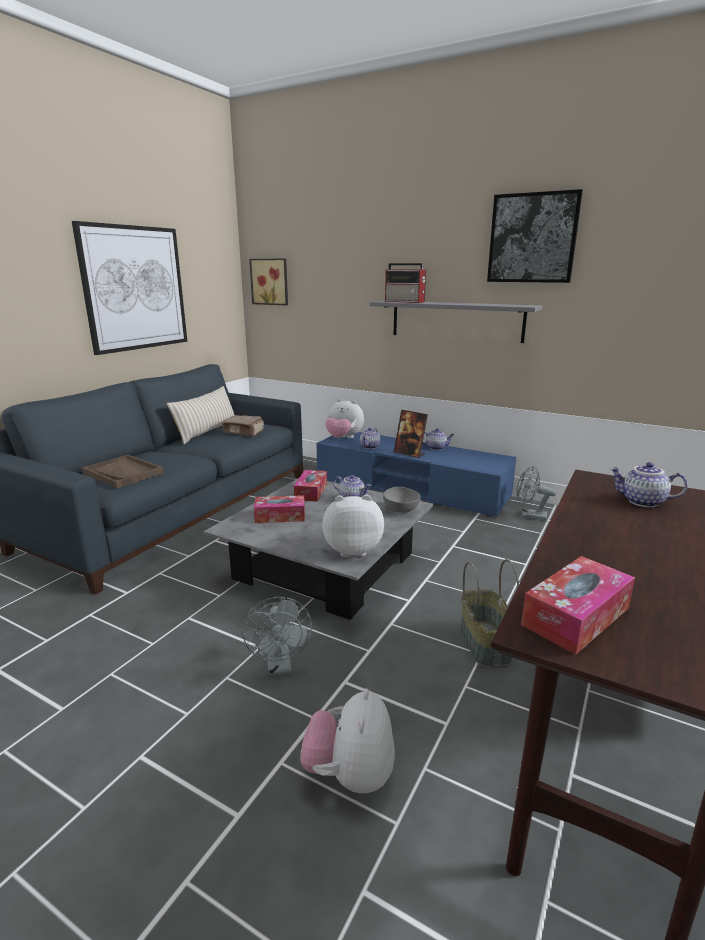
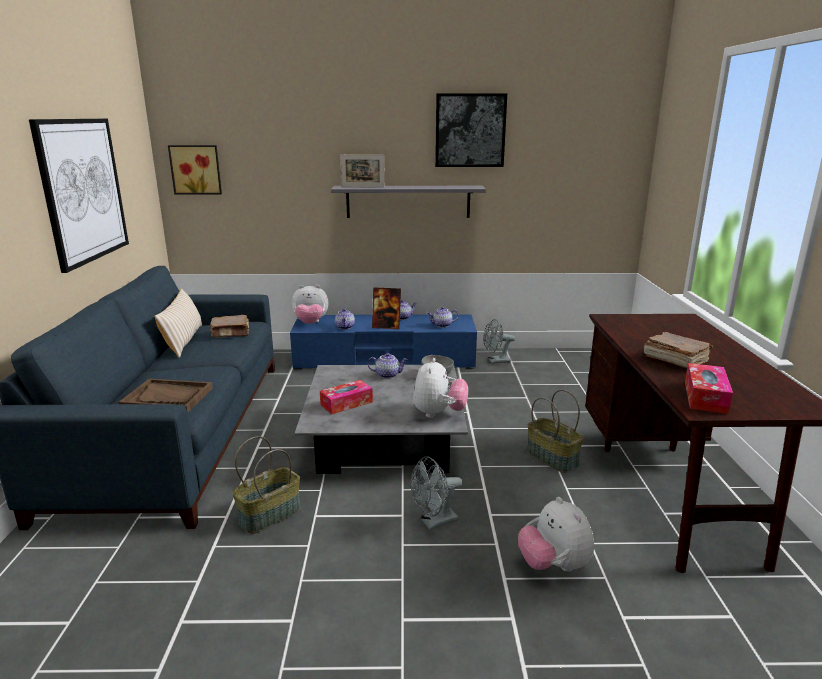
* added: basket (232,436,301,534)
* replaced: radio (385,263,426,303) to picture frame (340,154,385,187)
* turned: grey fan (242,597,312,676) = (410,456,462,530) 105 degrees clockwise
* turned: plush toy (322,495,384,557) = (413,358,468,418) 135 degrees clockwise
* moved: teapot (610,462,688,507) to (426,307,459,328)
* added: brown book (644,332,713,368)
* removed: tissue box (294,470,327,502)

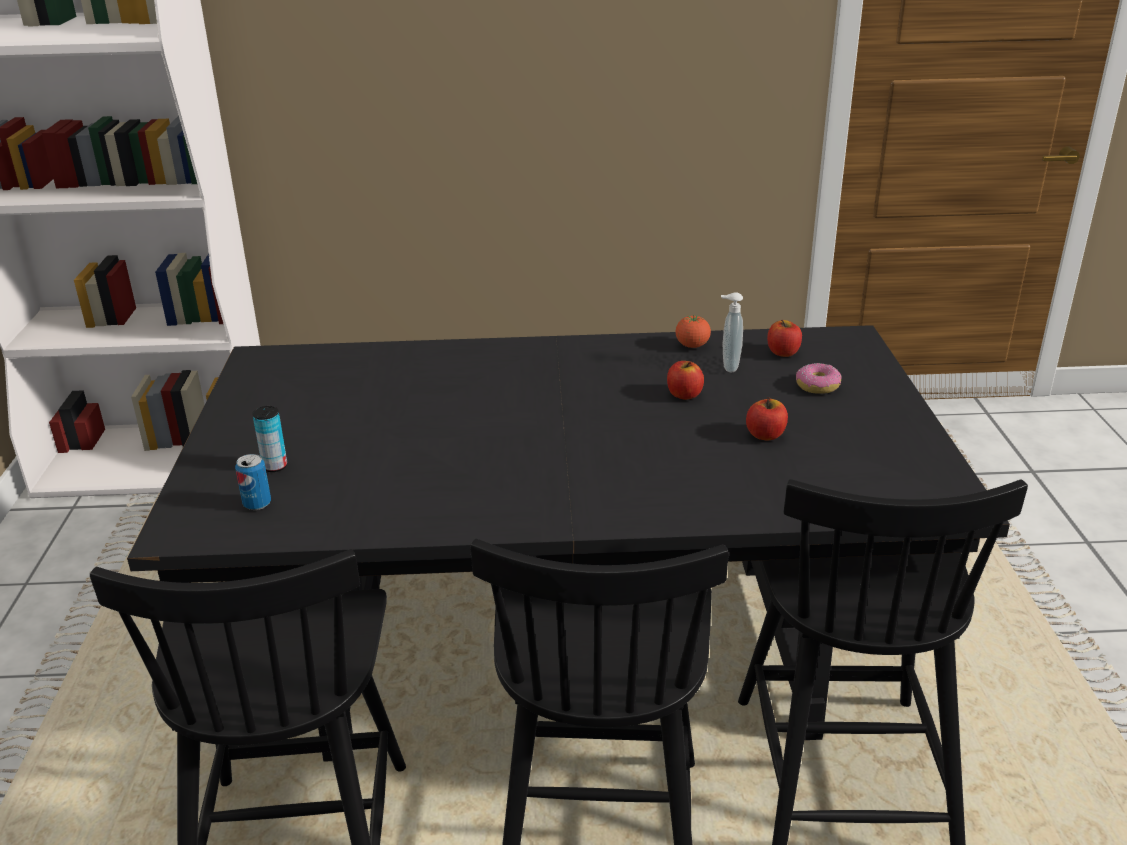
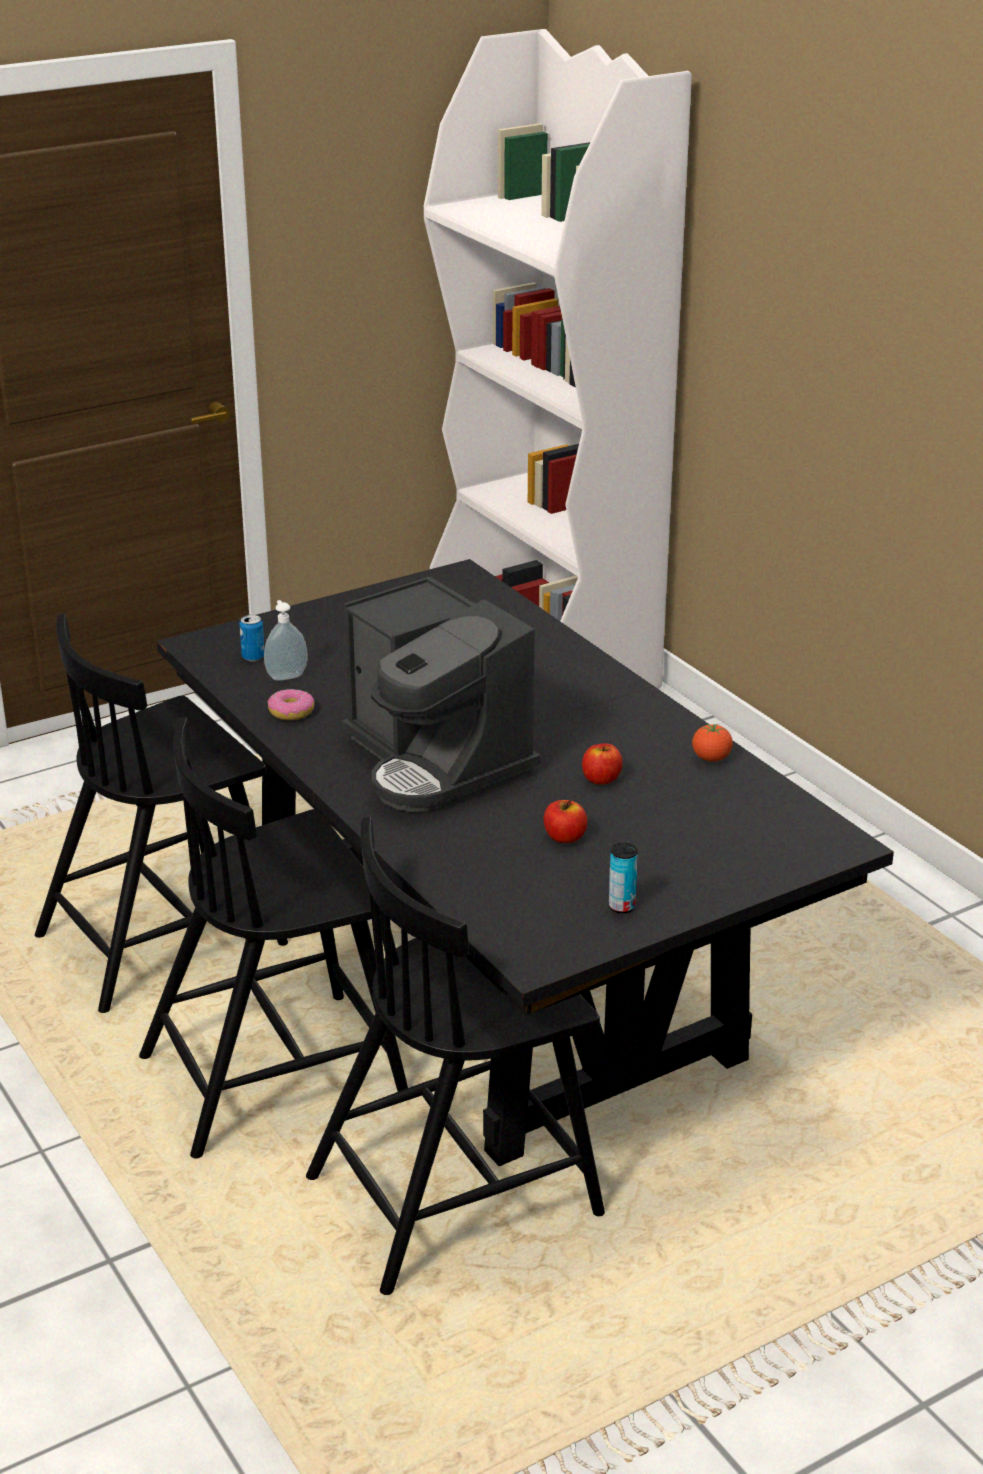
* moved: soap dispenser (721,292,743,372) to (264,600,308,680)
* moved: donut (796,363,842,394) to (268,689,315,720)
* added: coffee machine (342,577,541,812)
* moved: can (252,406,287,472) to (609,843,638,913)
* removed: apple (767,320,802,357)

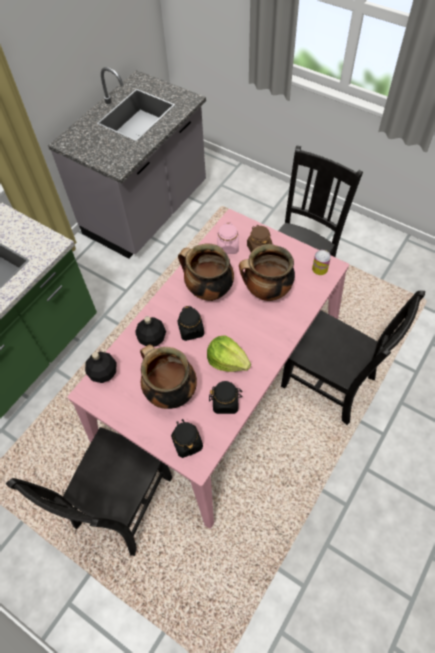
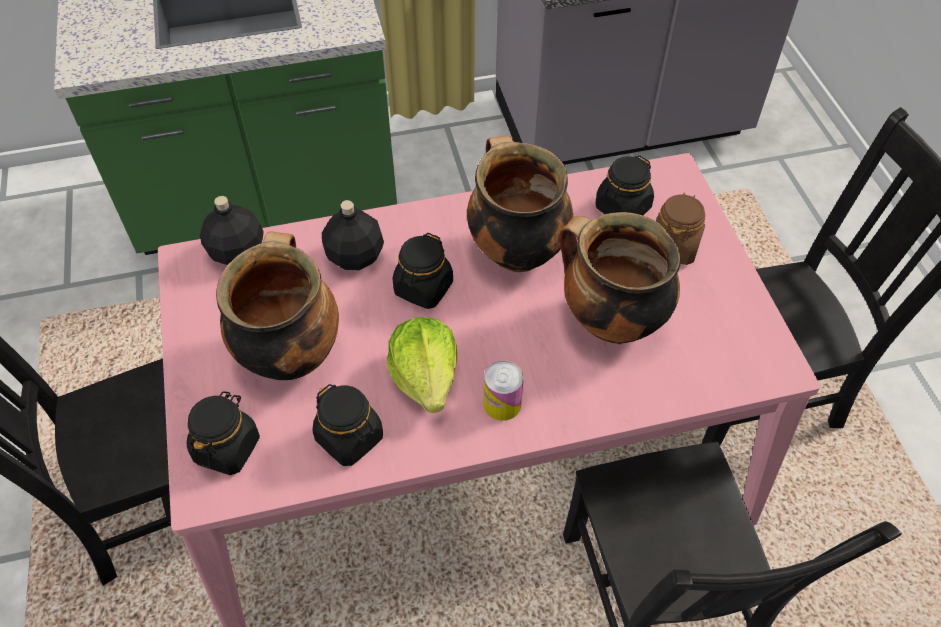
* moved: can (312,250,331,275) to (484,360,524,421)
* recoloured: pink jar (217,222,239,254) to black jar (595,155,654,215)

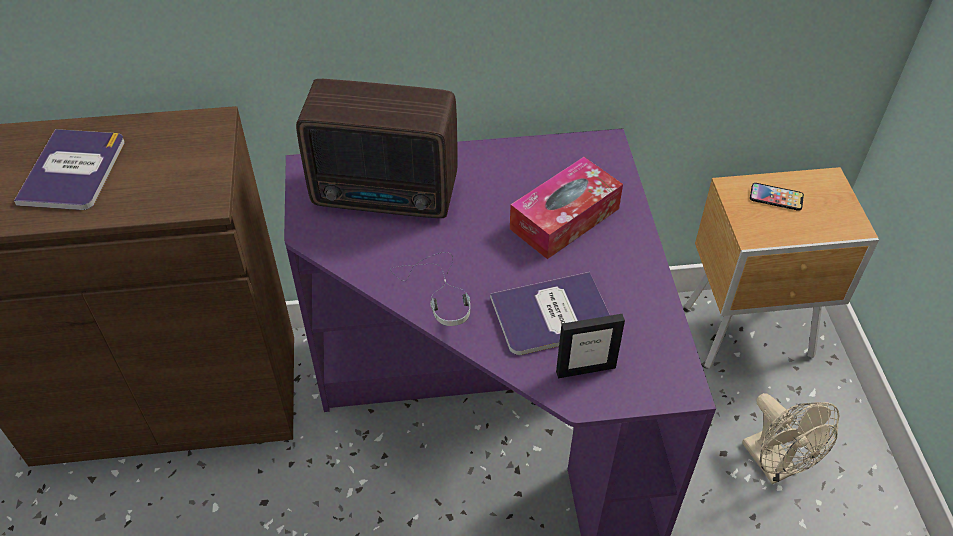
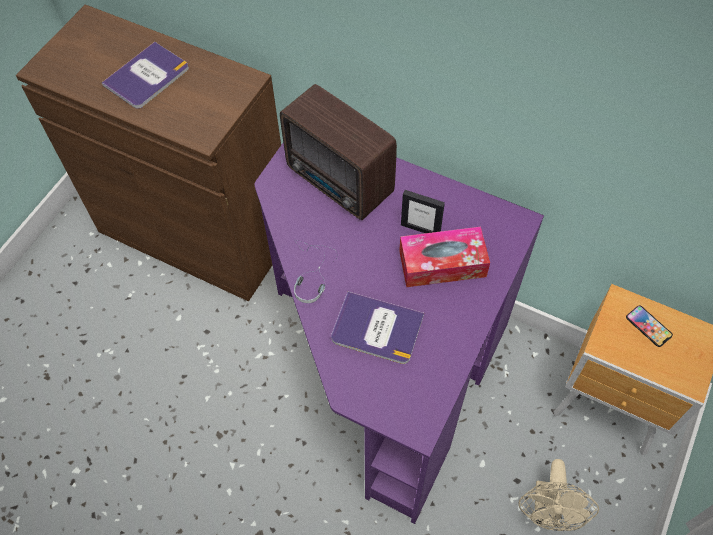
* moved: picture frame (556,314,625,378) to (401,190,445,233)

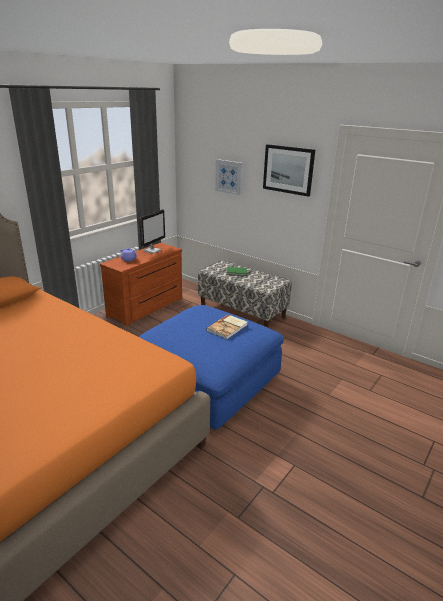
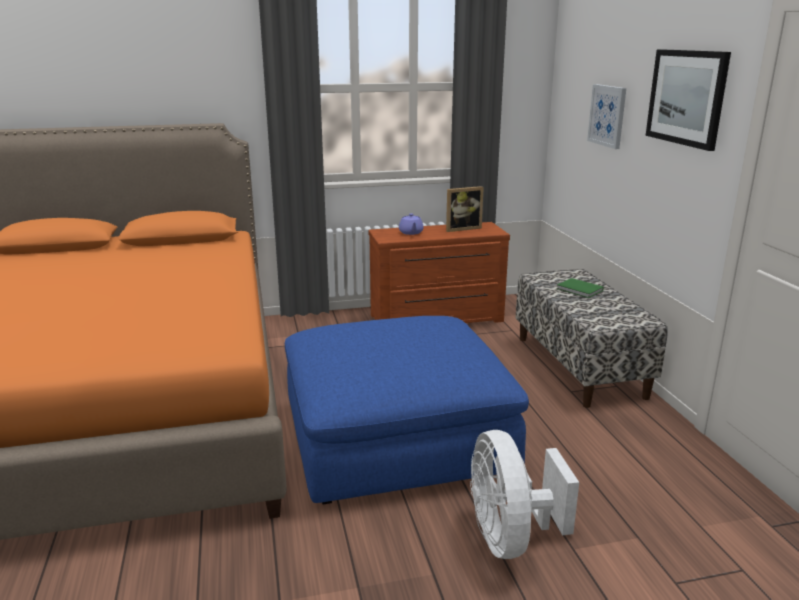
* replaced: monitor (139,209,165,254) to picture frame (446,186,484,232)
* added: white fan (470,430,579,559)
* removed: book (206,315,247,339)

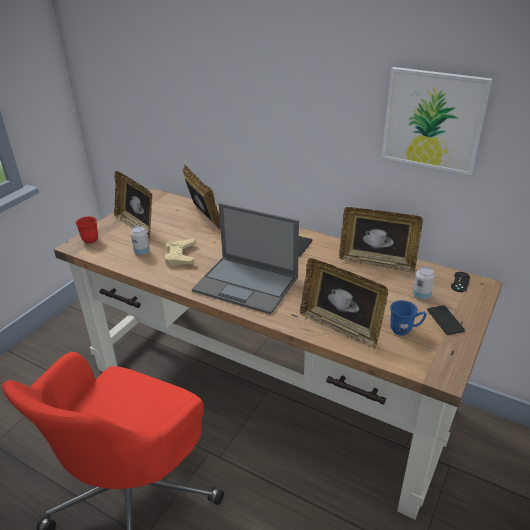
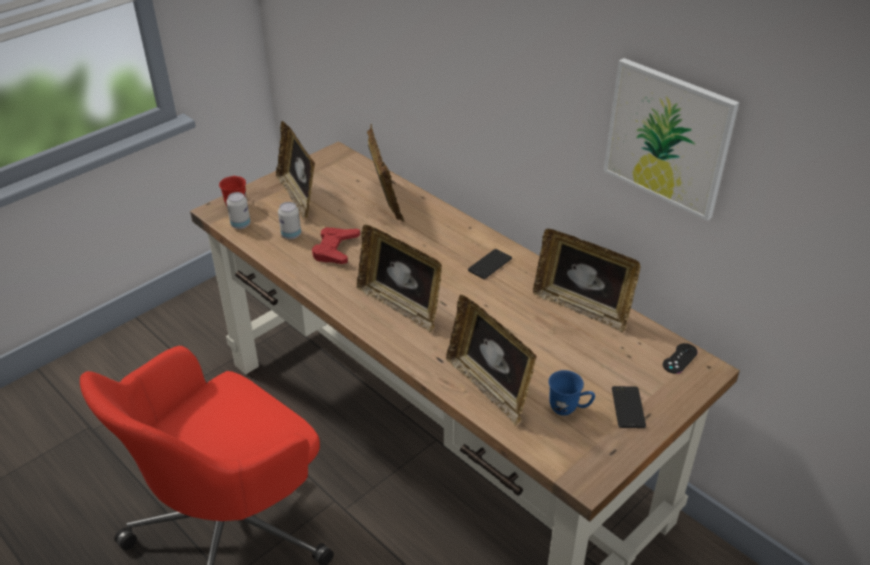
* moved: can (413,267,435,300) to (226,192,251,229)
* recoloured: beige game controller (164,239,196,266) to red game controller (312,227,360,264)
* replaced: laptop (192,203,299,314) to picture frame (357,225,442,333)

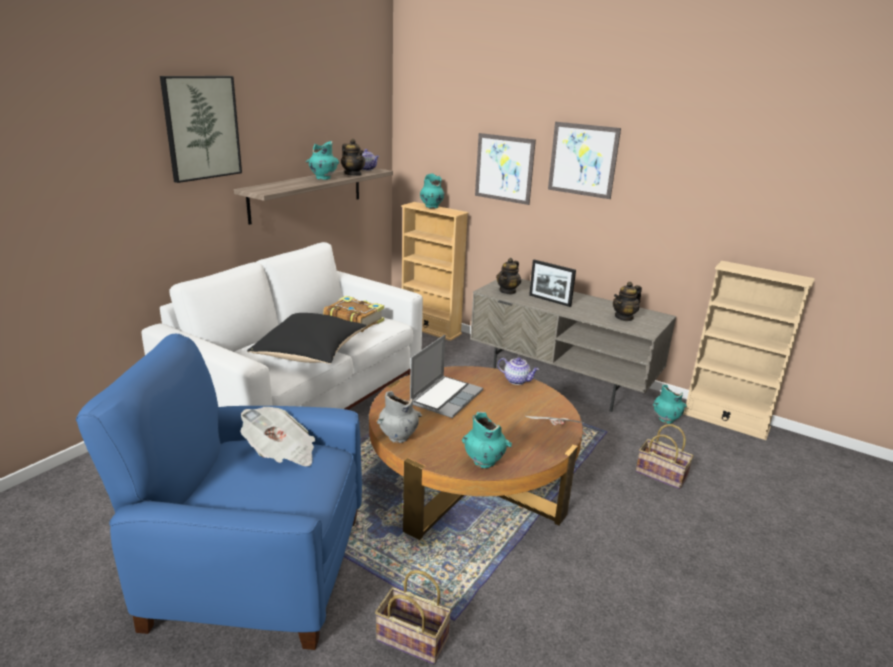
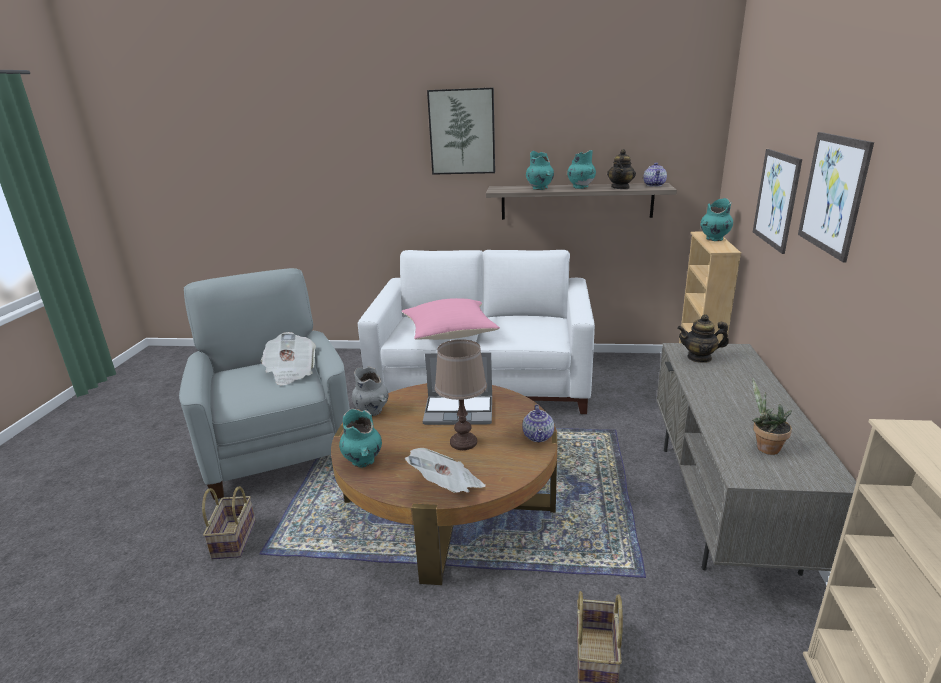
* recoloured: blue armchair (76,334,362,650) to grey armchair (179,268,350,500)
* recoloured: black pillow (247,313,366,364) to pink pillow (402,298,500,340)
* added: brown table lamp (435,339,487,450)
* moved: turquoise vase (653,384,687,424) to (526,151,554,190)
* replaced: teapot (613,281,642,321) to potted plant (752,377,792,455)
* removed: book (323,296,384,332)
* removed: picture frame (529,259,576,307)

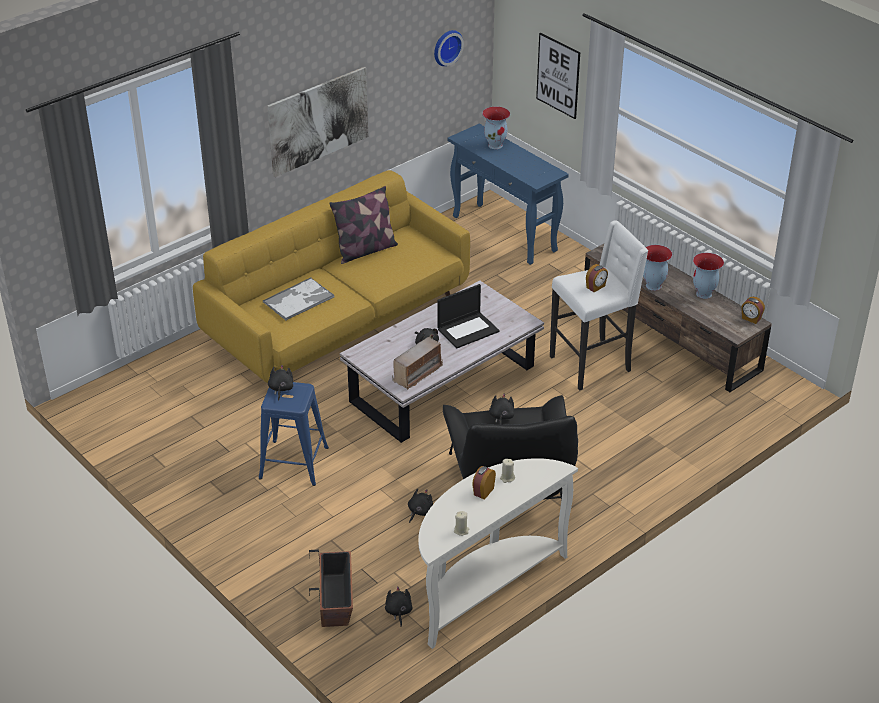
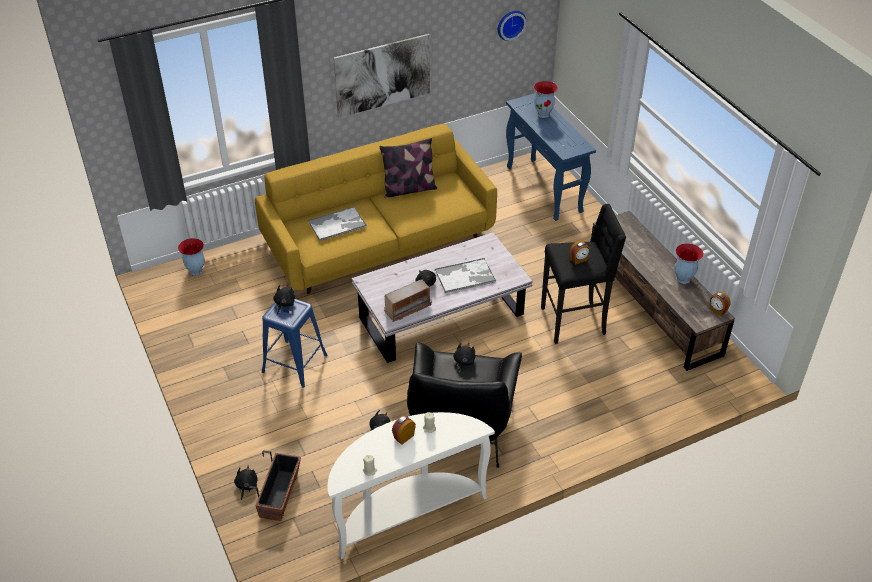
* moved: vase (643,245,673,291) to (178,238,205,276)
* moved: black plush toy (385,587,413,627) to (234,466,258,500)
* replaced: laptop (437,284,500,348) to tray (435,258,496,293)
* recoloured: white stool (550,220,648,391) to black stool (541,204,626,344)
* removed: picture (536,33,580,119)

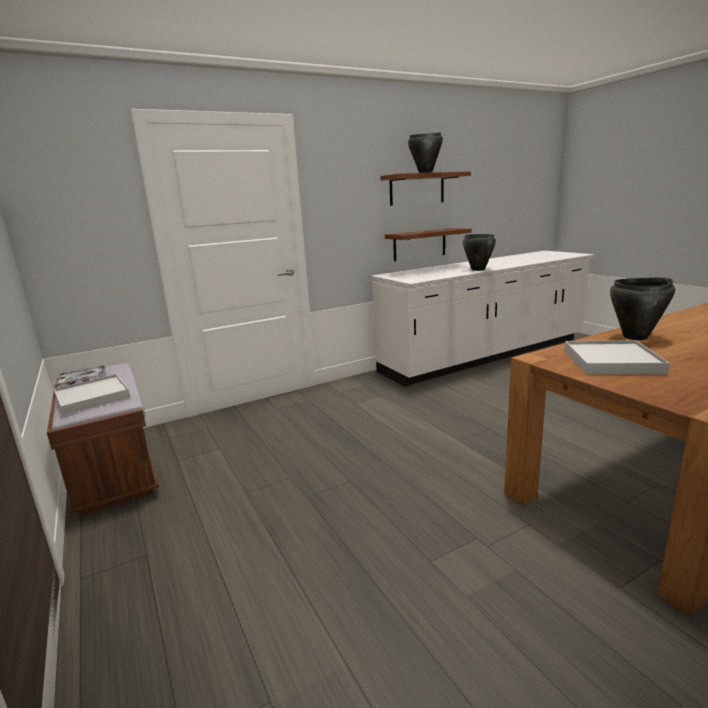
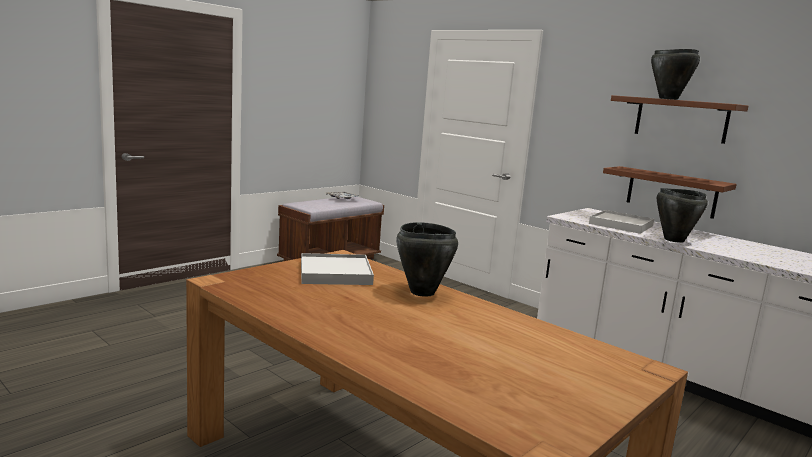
* moved: white tray (54,374,130,415) to (589,210,654,234)

